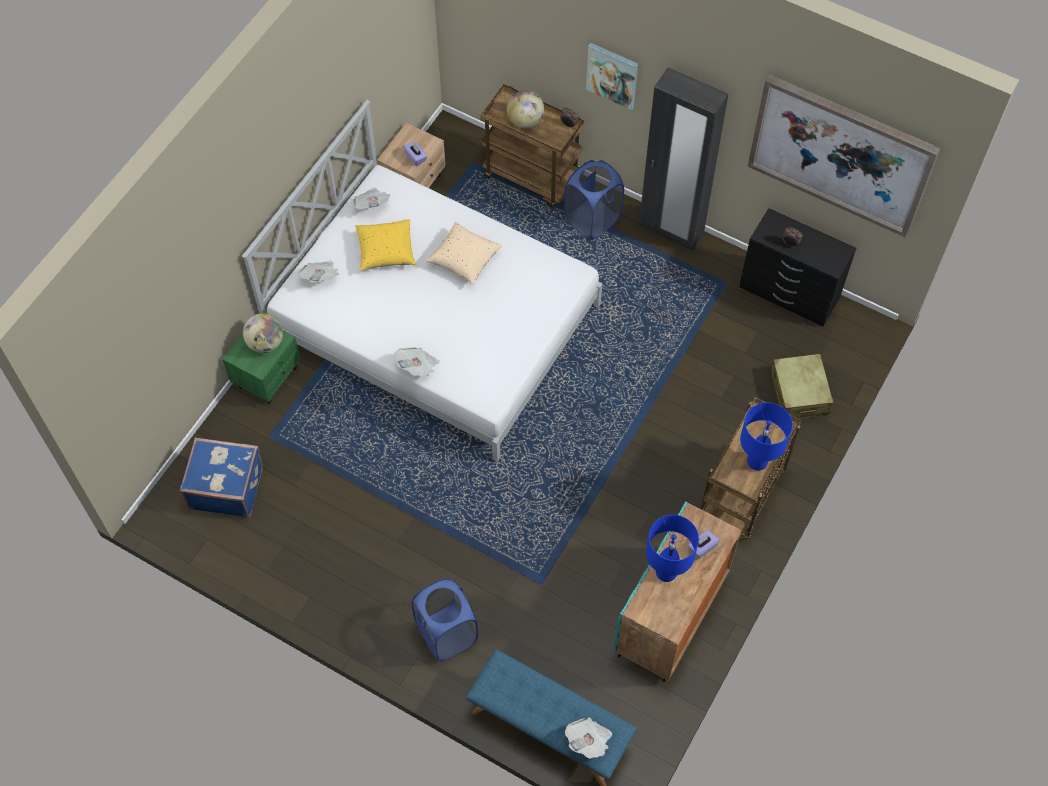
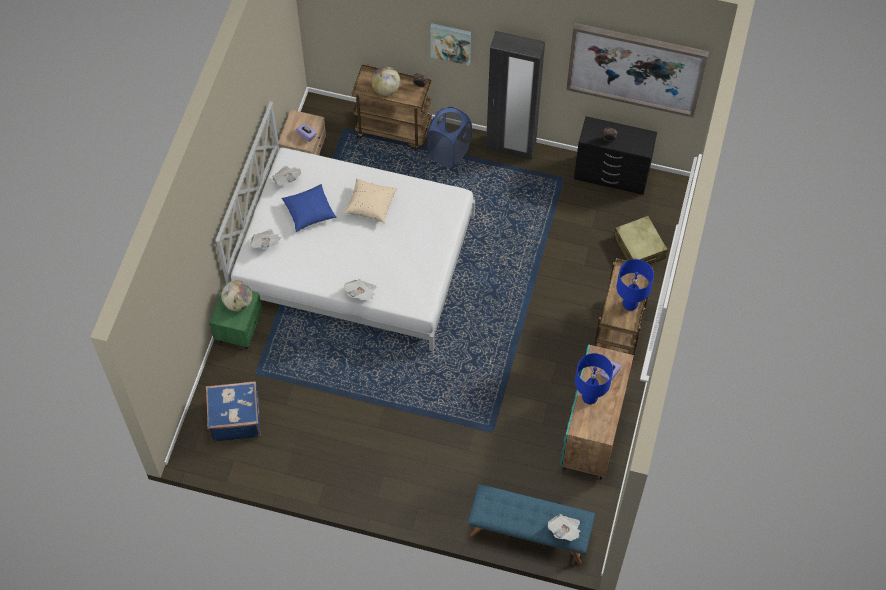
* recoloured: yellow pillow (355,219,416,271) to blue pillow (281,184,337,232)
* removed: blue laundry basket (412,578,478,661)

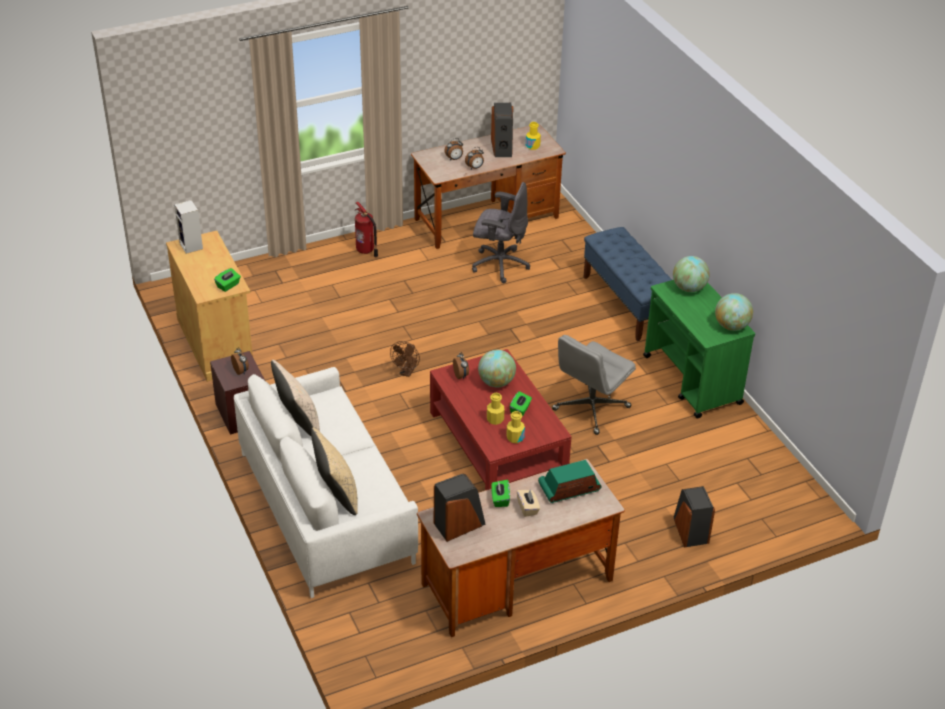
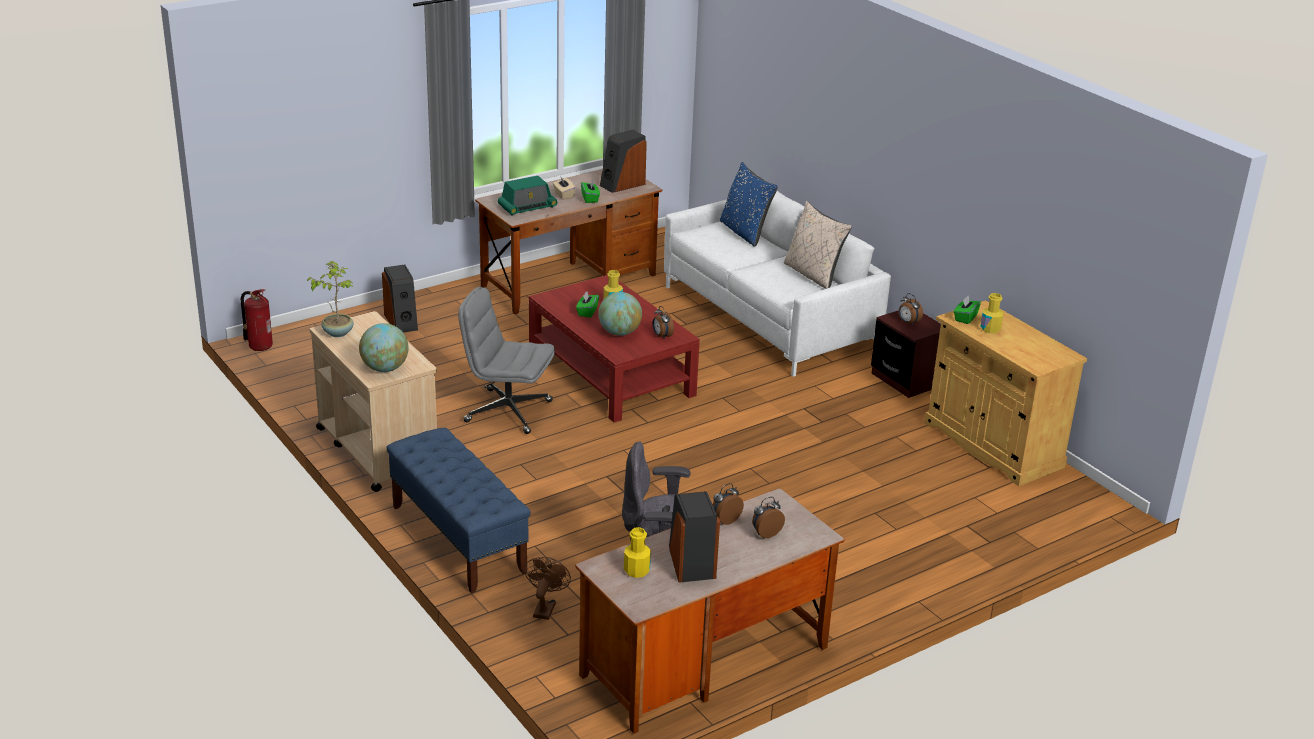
* moved: fire extinguisher (355,202,378,257) to (241,289,273,351)
* replaced: globe (715,293,753,331) to potted plant (307,261,354,337)
* recoloured: green cart (643,280,755,419) to beige cart (310,311,437,492)
* turned: grey office chair (552,335,636,435) = (458,287,555,434) 105 degrees counterclockwise
* moved: brown fan (390,341,420,377) to (524,557,571,620)
* recoloured: beige pillow (311,428,358,515) to blue pillow (720,162,778,247)
* moved: yellow bottle (506,411,525,443) to (980,293,1004,333)
* removed: speaker (174,200,203,254)

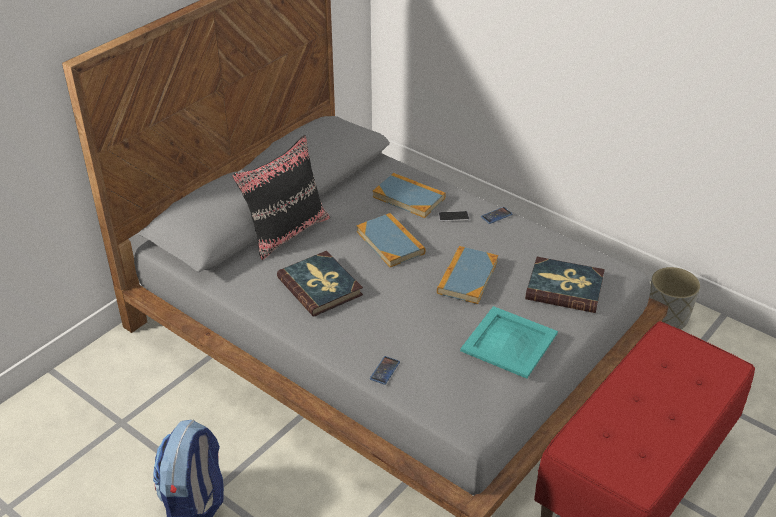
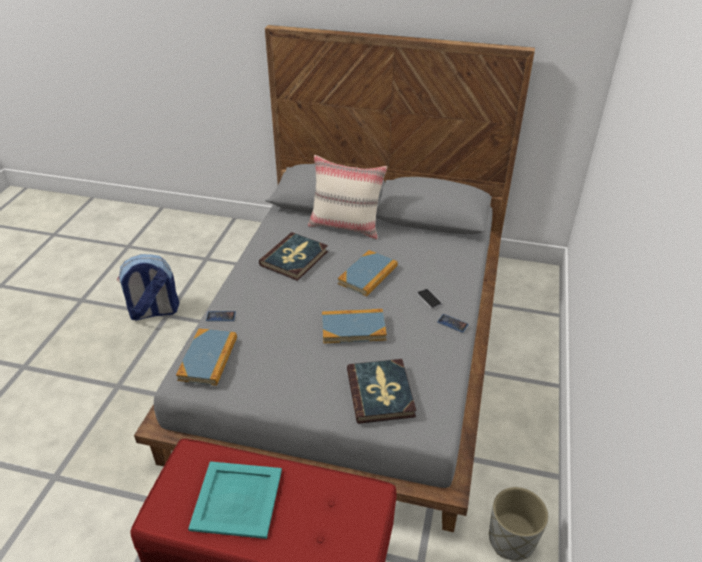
* moved: book (373,173,446,218) to (176,328,237,386)
* moved: turquoise tray (460,306,558,379) to (188,461,282,539)
* recoloured: black pillow (232,135,330,260) to beige pillow (308,155,387,239)

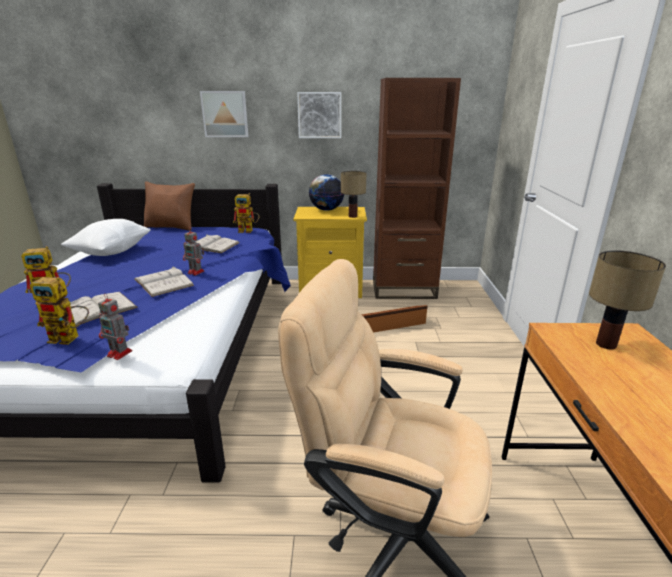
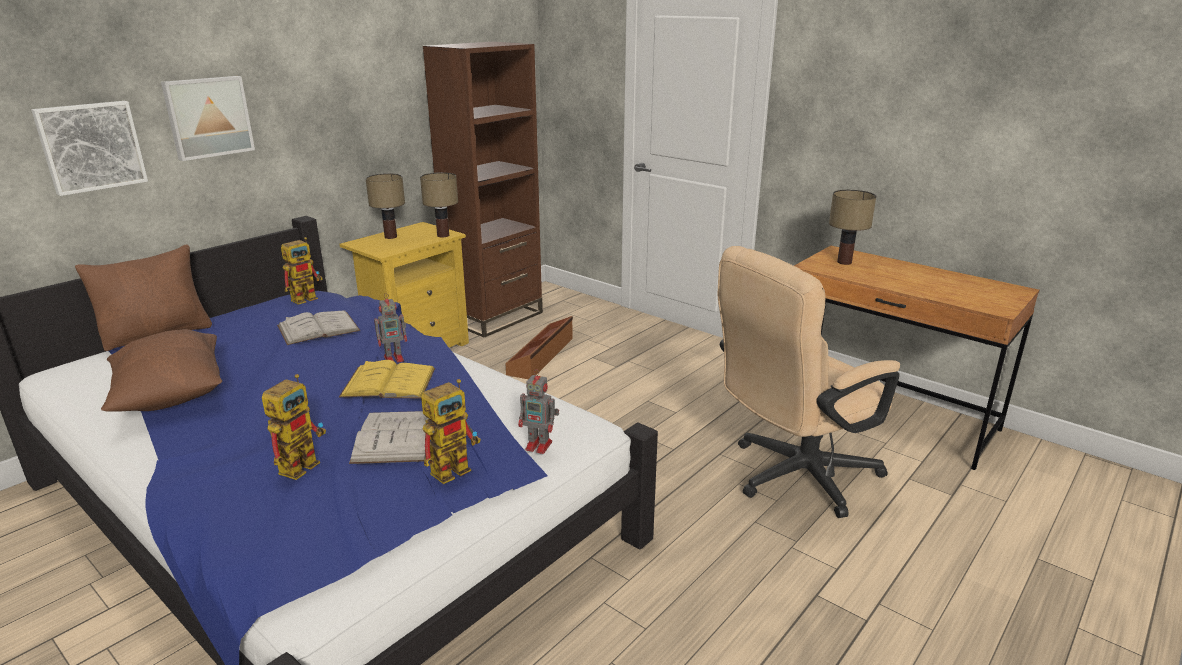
* moved: picture (297,92,341,138) to (31,101,148,196)
* recoloured: white pillow (61,219,151,256) to brown pillow (101,329,222,412)
* recoloured: white book (134,266,194,297) to yellow book (339,360,435,399)
* replaced: globe (309,174,344,211) to table lamp (365,173,405,239)
* turned: toy robot (98,293,132,360) = (518,369,559,454) 45 degrees clockwise

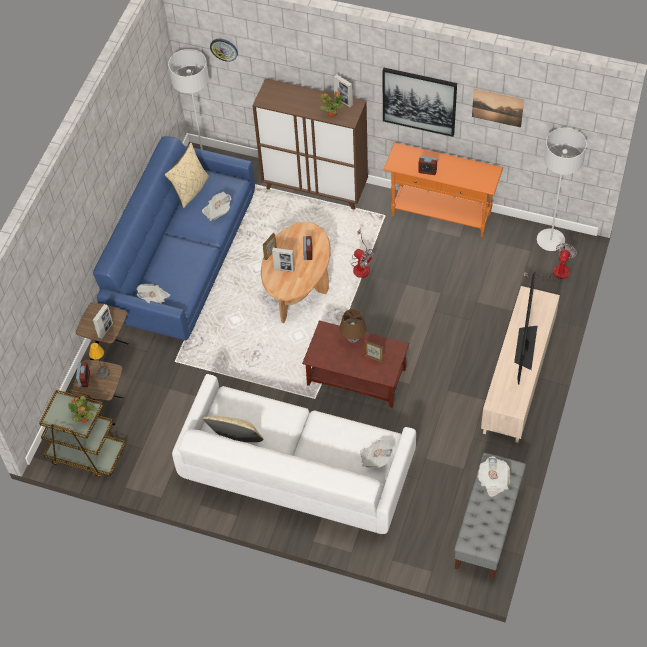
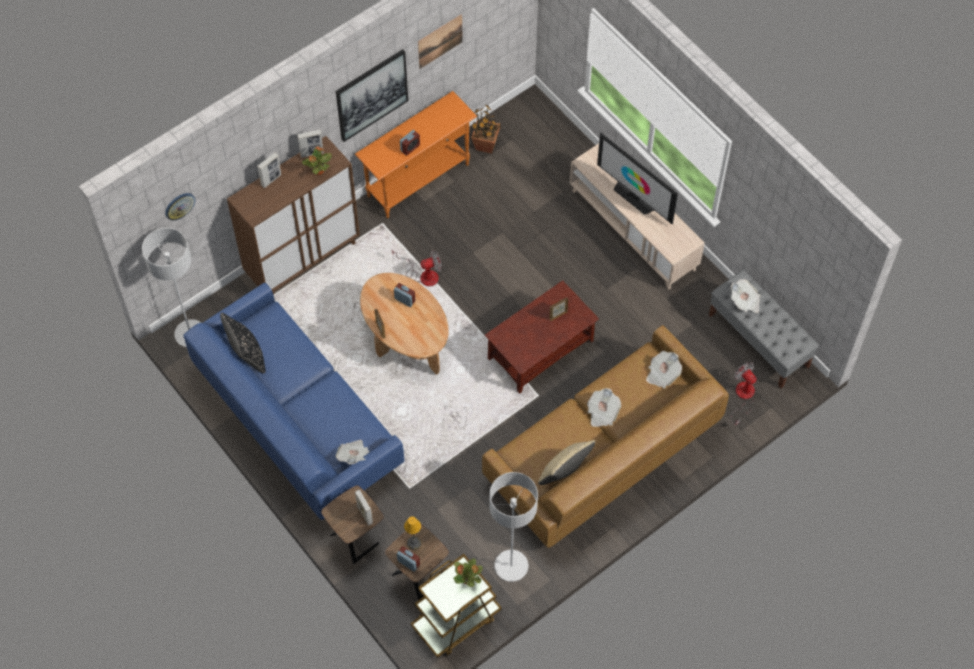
* recoloured: beige pillow (165,143,209,208) to black pillow (220,313,266,373)
* moved: picture frame (272,247,295,272) to (257,153,281,188)
* added: potted plant (471,105,501,154)
* recoloured: white sofa (172,374,416,534) to brown sofa (482,325,729,548)
* moved: grey floor lamp (537,128,587,251) to (489,472,538,582)
* moved: newspaper (202,192,231,221) to (587,388,621,427)
* moved: fan (524,243,577,284) to (731,362,757,425)
* removed: brown table lamp (339,309,367,343)

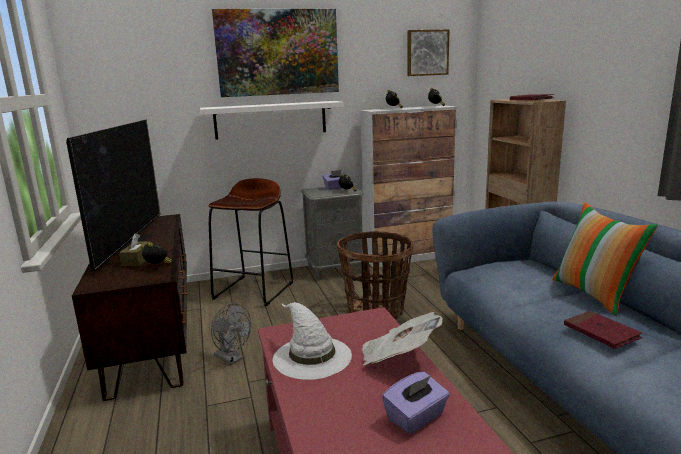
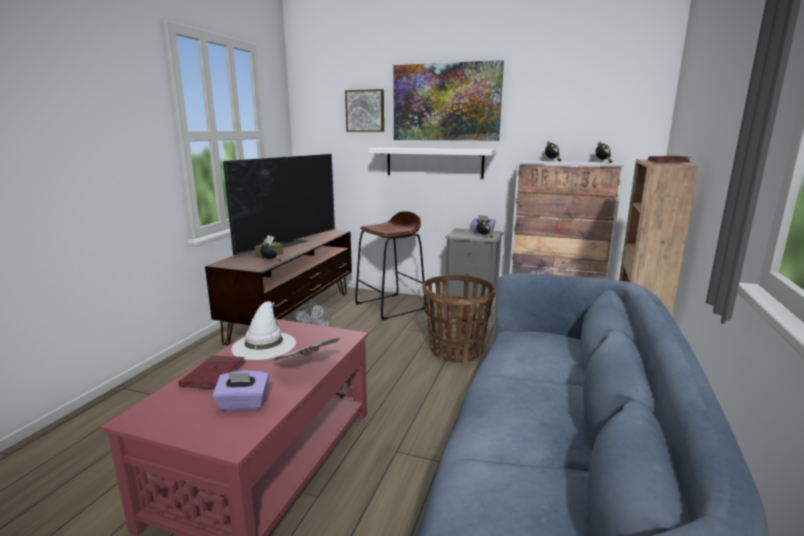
* moved: red book (564,311,642,349) to (178,355,245,389)
* moved: picture (408,29,449,76) to (345,89,384,132)
* removed: pillow (552,202,658,316)

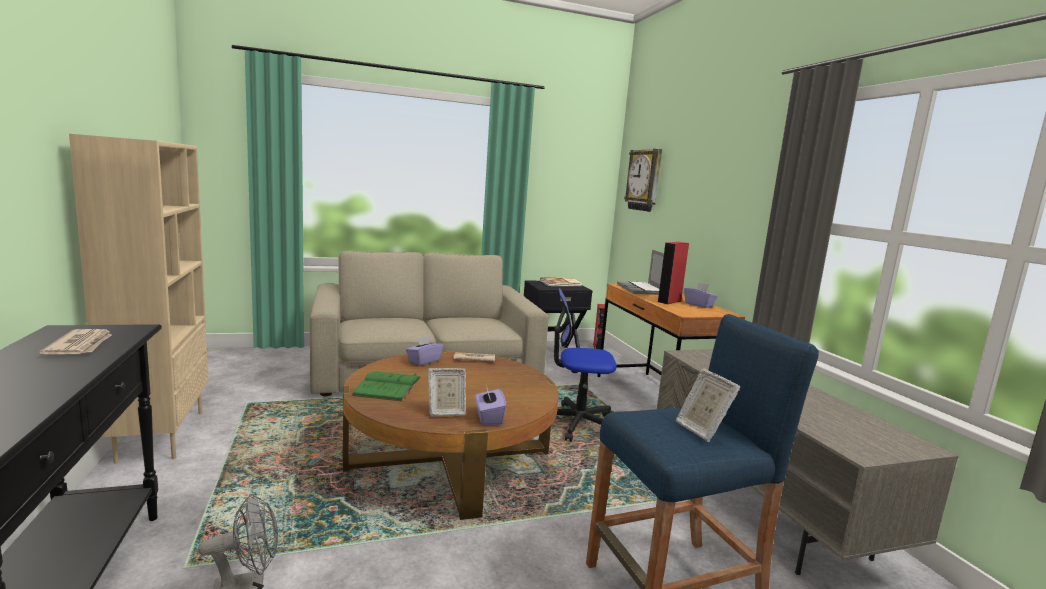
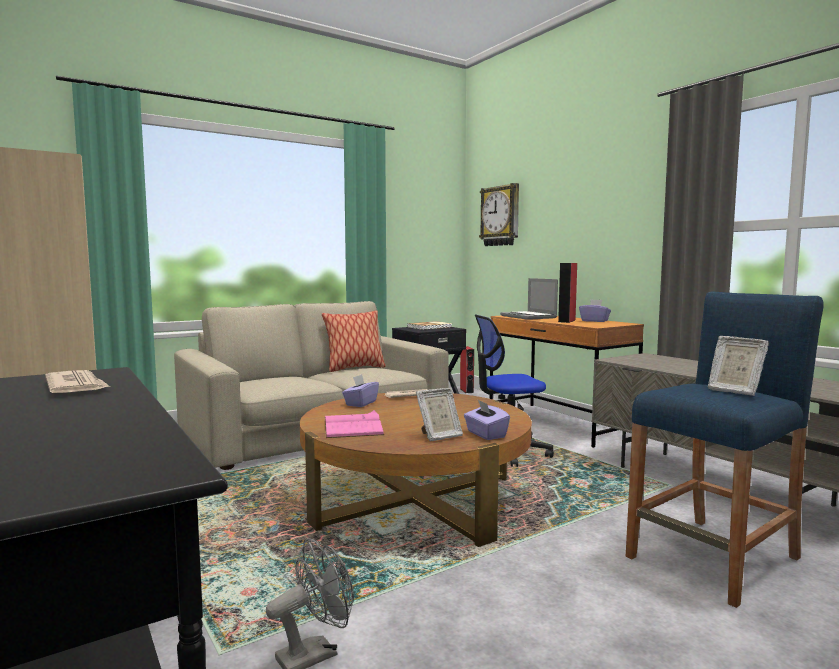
* added: pillow (322,310,386,372)
* recoloured: green book (352,371,421,401) to pink book (325,410,384,438)

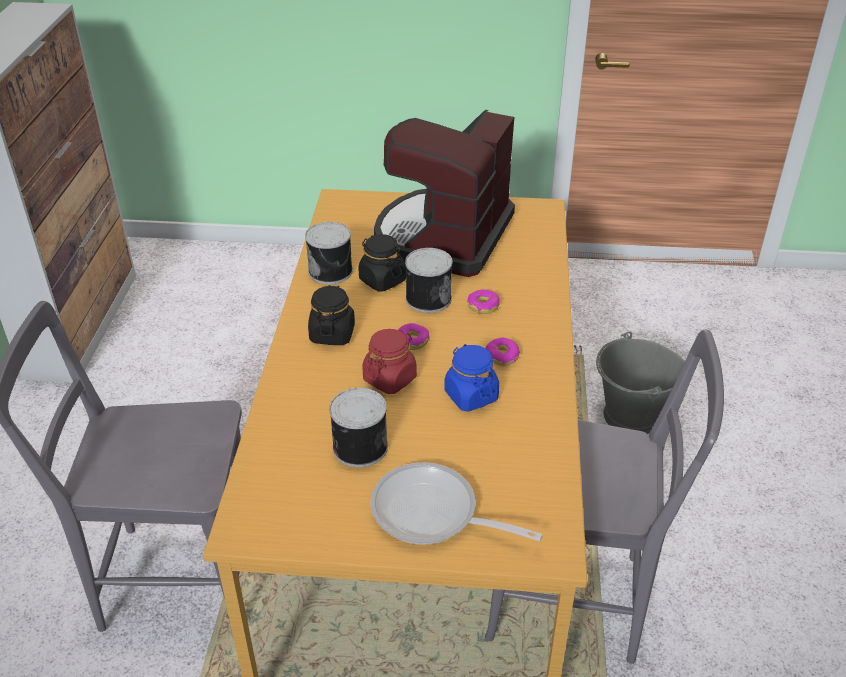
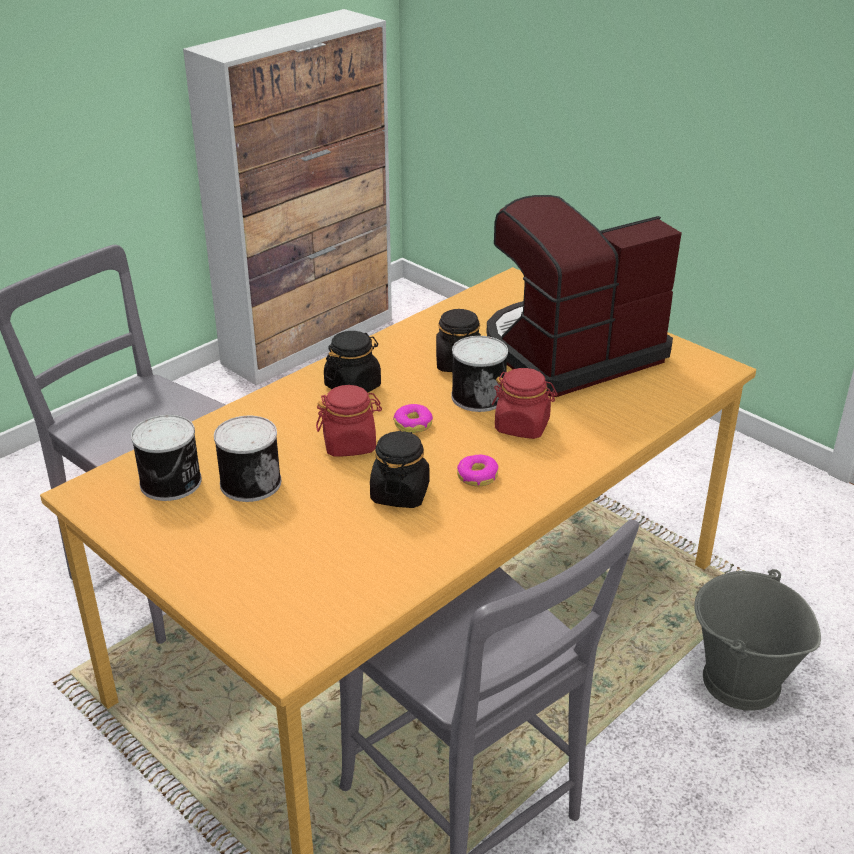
* moved: can (305,222,353,284) to (131,415,202,501)
* recoloured: blue jar (444,344,499,412) to black jar (370,431,430,508)
* replaced: donut (467,290,500,314) to red jar (492,368,558,439)
* removed: frying pan (371,462,543,545)

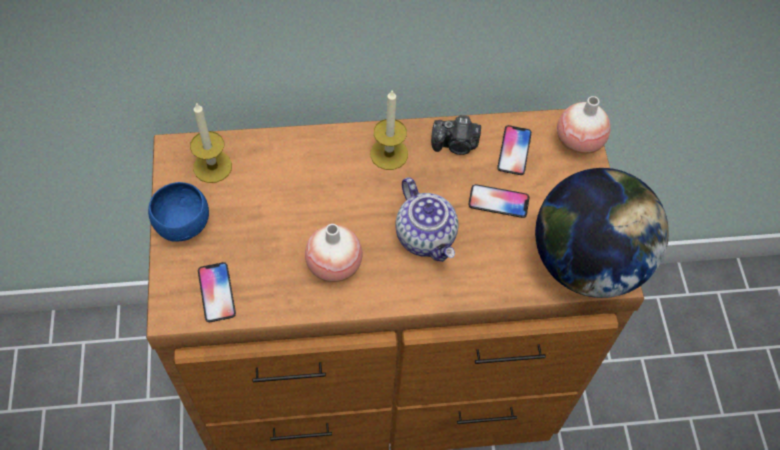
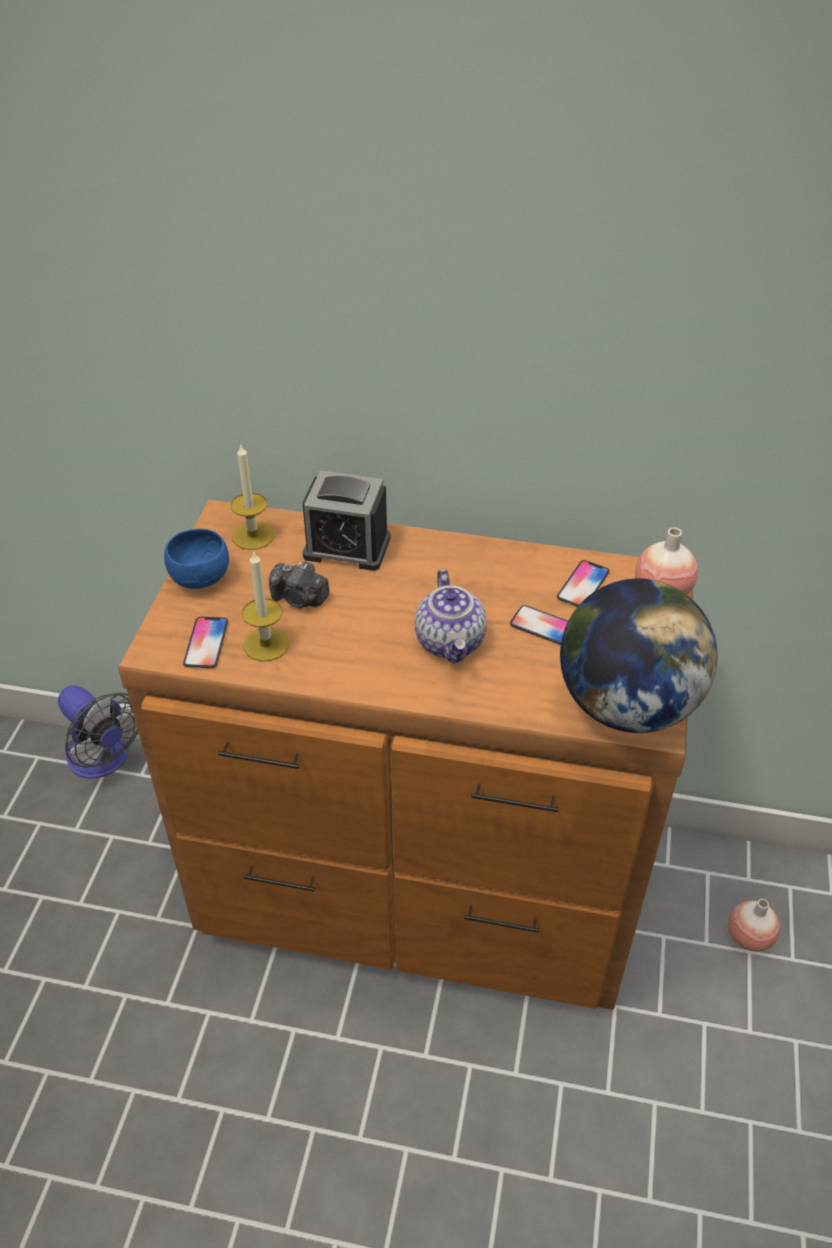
* added: fan (58,686,138,778)
* moved: candle (370,89,408,170) to (242,550,289,661)
* moved: photo camera (431,115,481,155) to (269,562,329,608)
* added: alarm clock (303,470,391,571)
* moved: vase (305,224,362,282) to (728,899,780,951)

